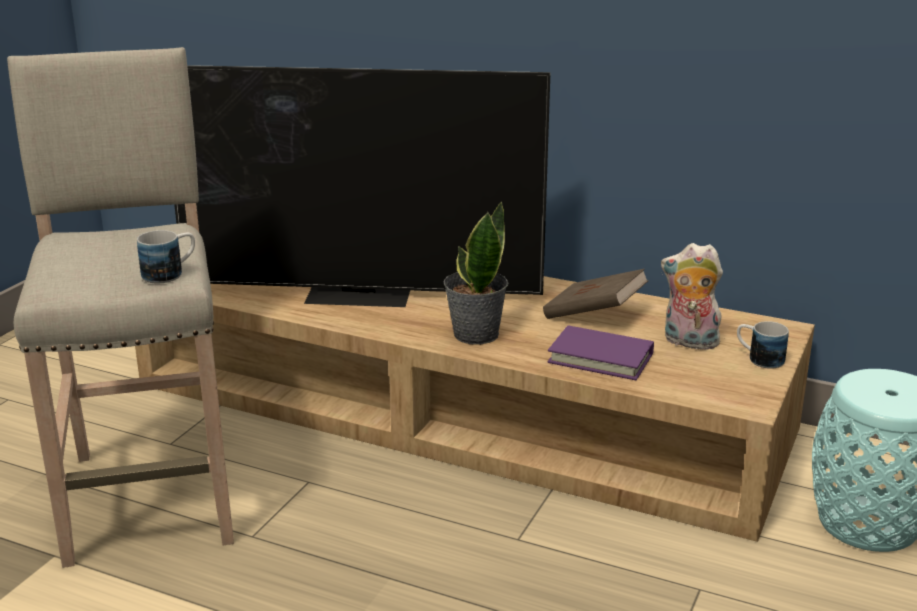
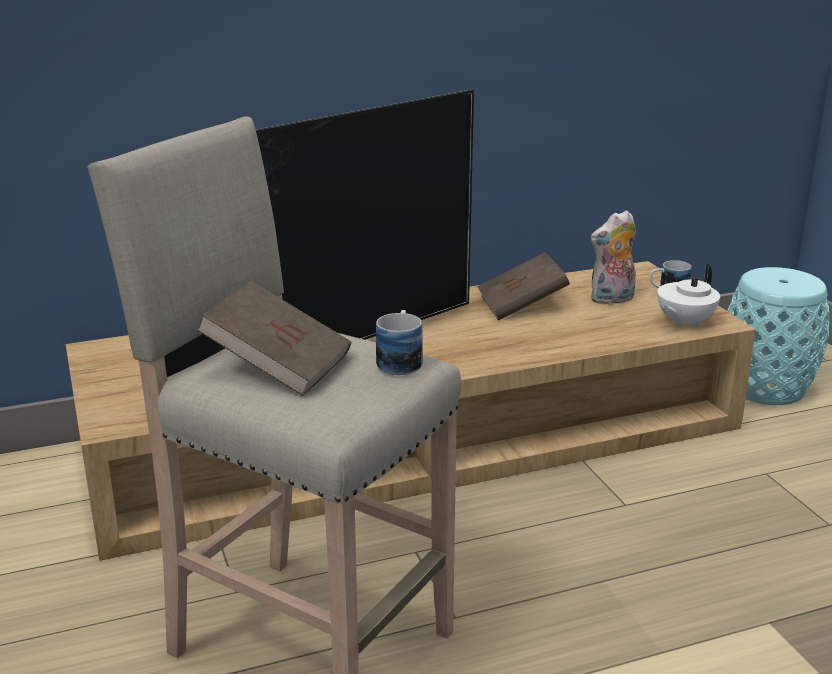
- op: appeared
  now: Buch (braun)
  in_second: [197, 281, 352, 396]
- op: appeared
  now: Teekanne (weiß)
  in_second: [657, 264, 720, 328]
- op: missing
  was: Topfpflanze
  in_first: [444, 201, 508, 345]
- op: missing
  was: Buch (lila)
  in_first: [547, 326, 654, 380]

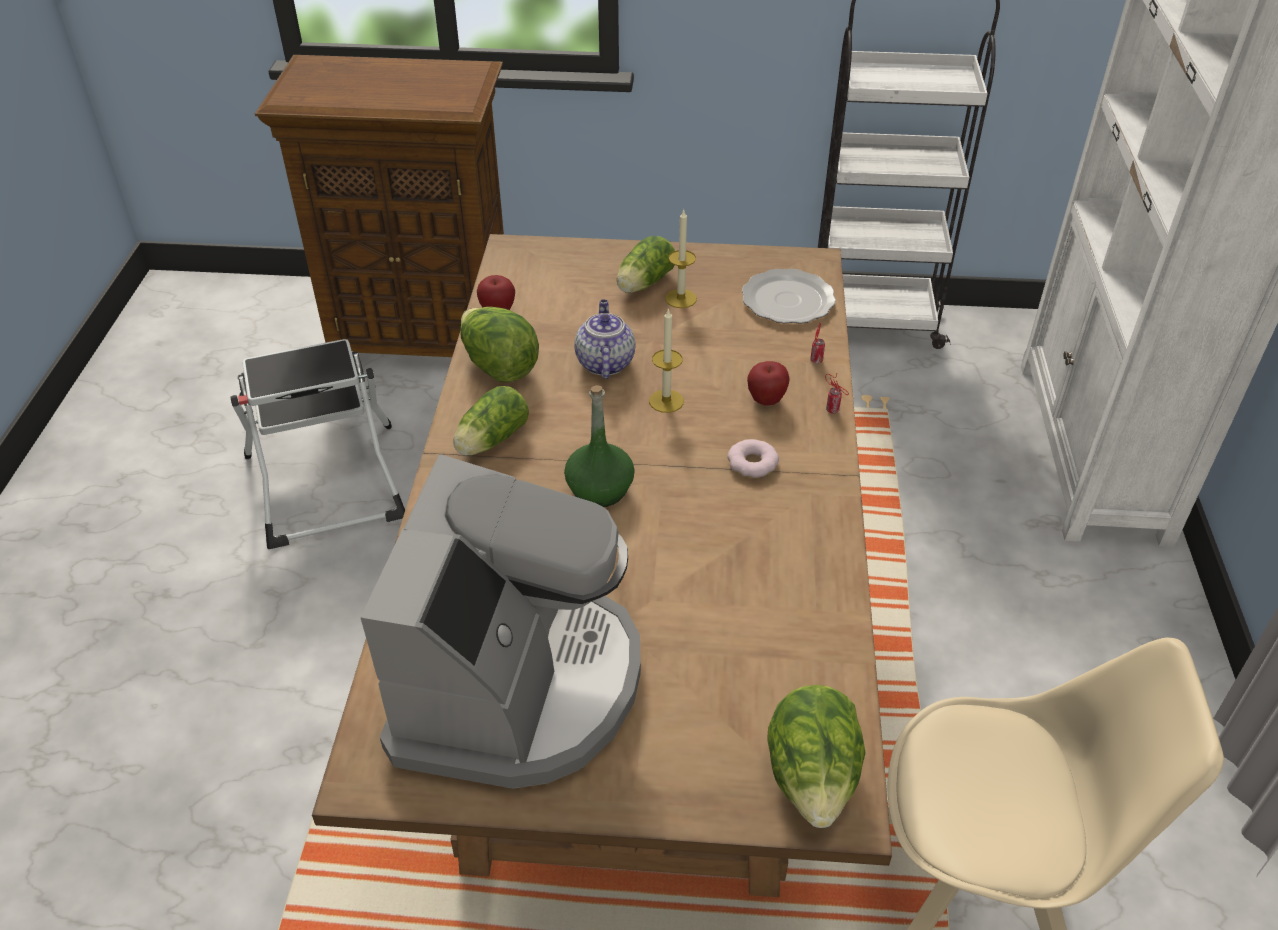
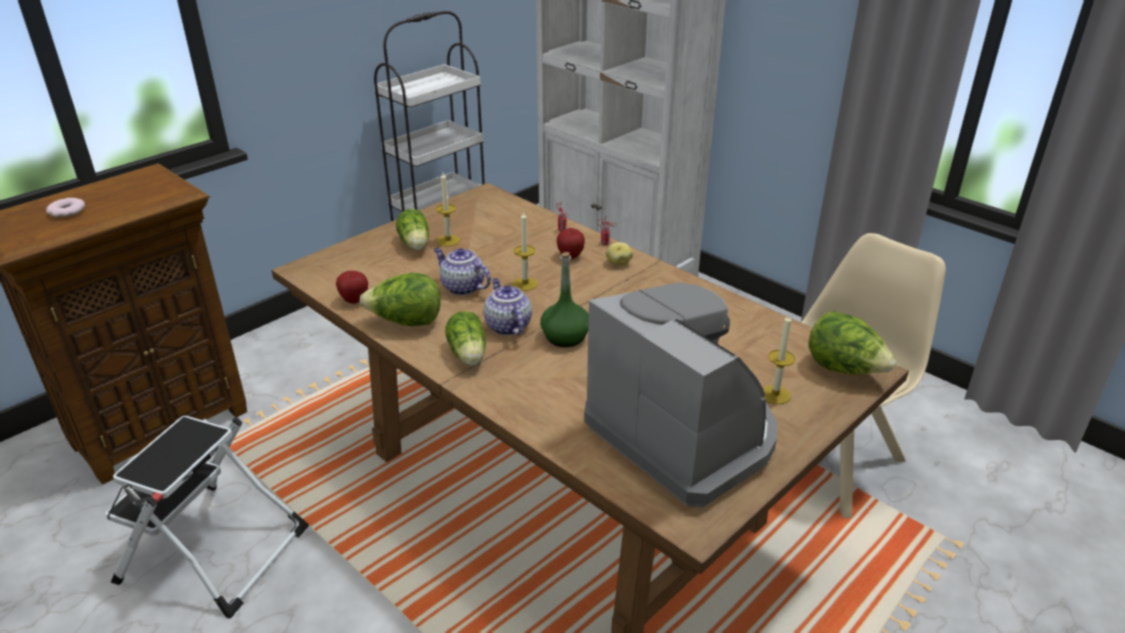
- op: relocated
  was: Donut
  in_first: [727, 439, 779, 478]
  in_second: [46, 198, 85, 218]
- op: appeared
  now: Teekanne
  in_second: [484, 278, 532, 335]
- op: appeared
  now: Kartoffel
  in_second: [606, 242, 633, 266]
- op: appeared
  now: Kerze
  in_second: [763, 314, 795, 404]
- op: missing
  was: Teller
  in_first: [742, 269, 836, 324]

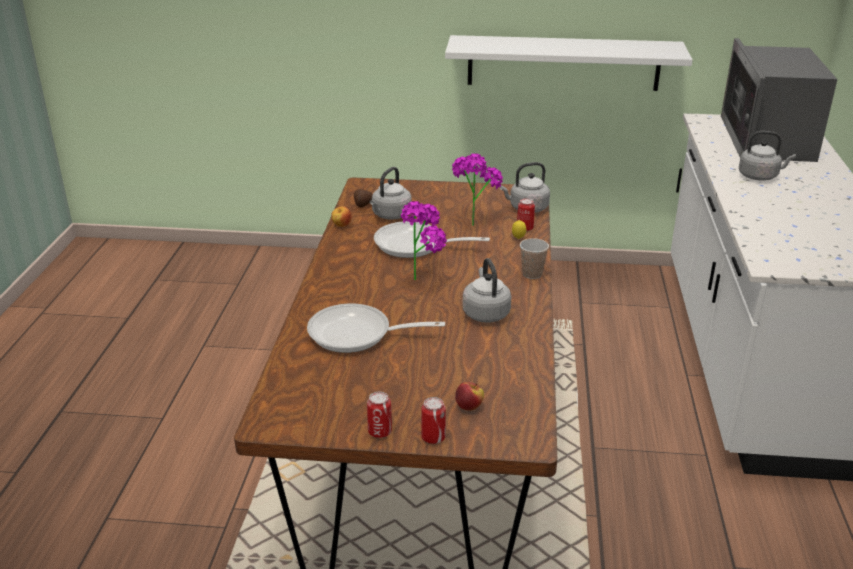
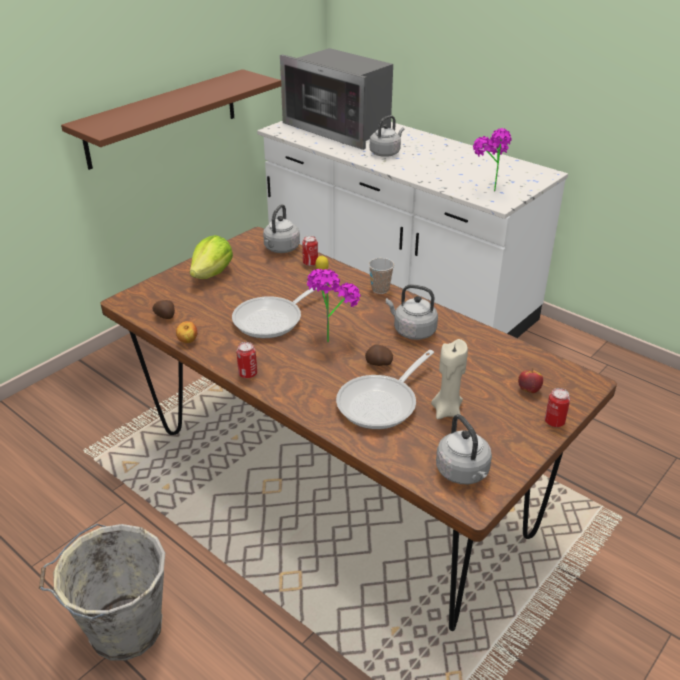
- op: appeared
  now: Eimer (grau)
  in_second: [39, 524, 165, 661]
- op: colour
  was: Wandregal (weiß)
  now: Wandregal (braun)
  in_first: [445, 35, 693, 91]
  in_second: [61, 69, 281, 170]
- op: appeared
  now: Salatkopf
  in_second: [190, 235, 233, 279]
- op: relocated
  was: Dose
  in_first: [367, 392, 392, 438]
  in_second: [237, 342, 257, 378]
- op: appeared
  now: Kartoffel
  in_second: [365, 344, 393, 366]
- op: appeared
  now: Kerze (beige)
  in_second: [431, 339, 468, 419]
- op: relocated
  was: Wasserkessel (grau)
  in_first: [370, 167, 412, 220]
  in_second: [436, 414, 492, 484]
- op: relocated
  was: Topfpflanze
  in_first: [452, 153, 503, 226]
  in_second: [473, 128, 512, 191]

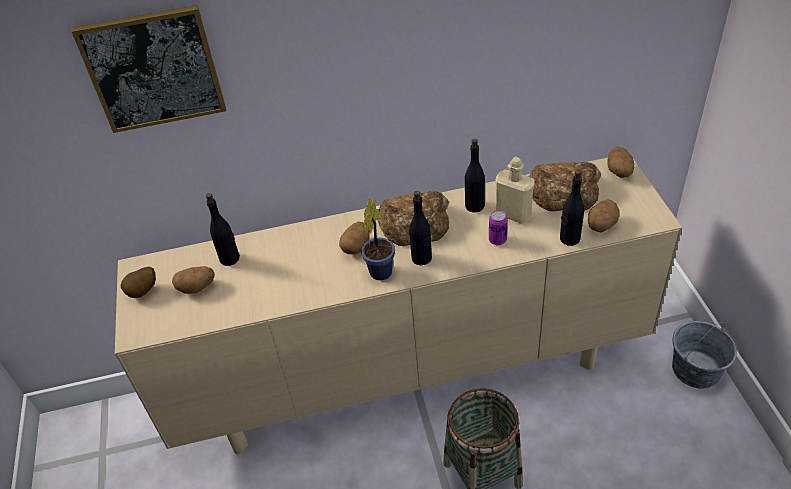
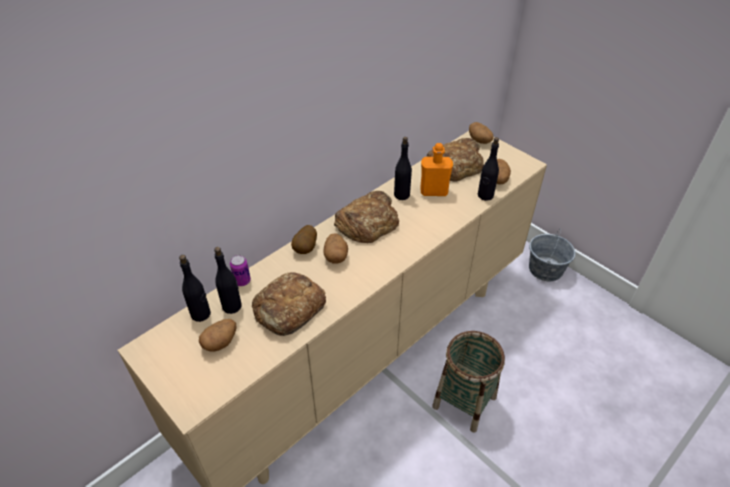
- op: relocated
  was: Flasche (schwarz)
  in_first: [409, 191, 432, 265]
  in_second: [179, 255, 211, 322]
- op: relocated
  was: Dose
  in_first: [489, 210, 508, 245]
  in_second: [230, 255, 251, 286]
- op: appeared
  now: Brot
  in_second: [252, 272, 326, 336]
- op: relocated
  was: Kartoffel
  in_first: [120, 267, 156, 298]
  in_second: [291, 225, 317, 254]
- op: colour
  was: Flasche (beige)
  now: Flasche (orange)
  in_first: [496, 157, 535, 224]
  in_second: [420, 143, 453, 196]
- op: missing
  was: Bild
  in_first: [71, 5, 226, 133]
- op: missing
  was: Topfpflanze
  in_first: [361, 199, 395, 280]

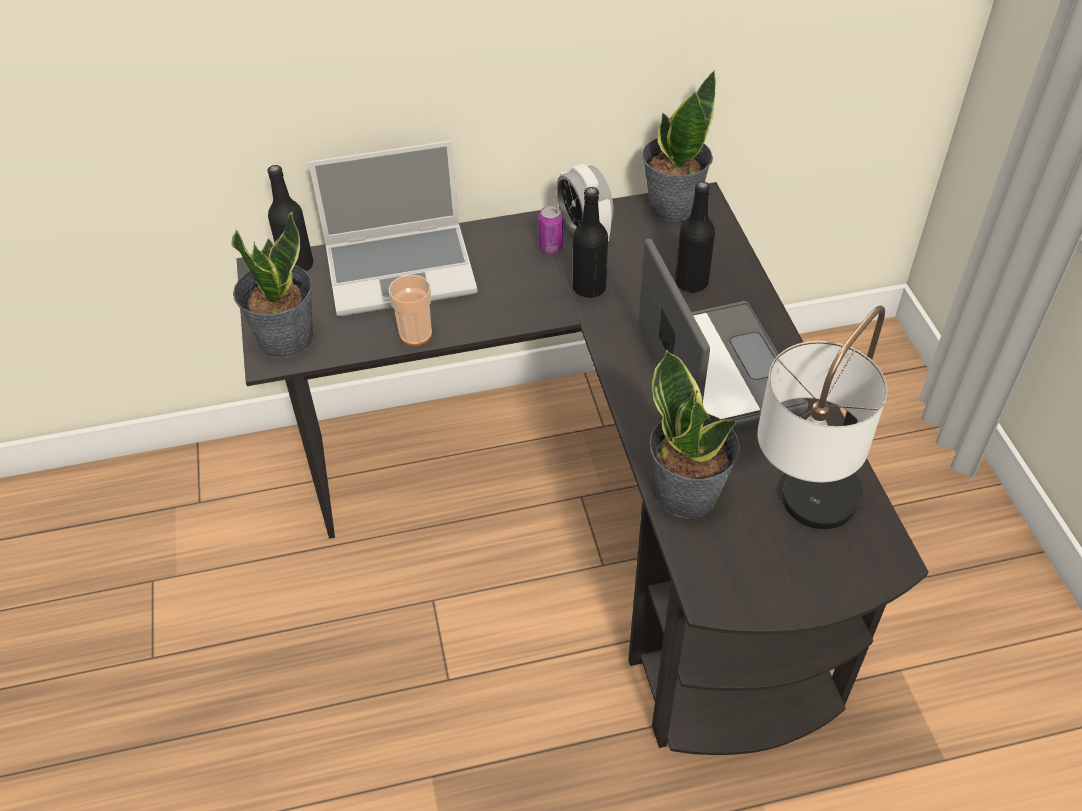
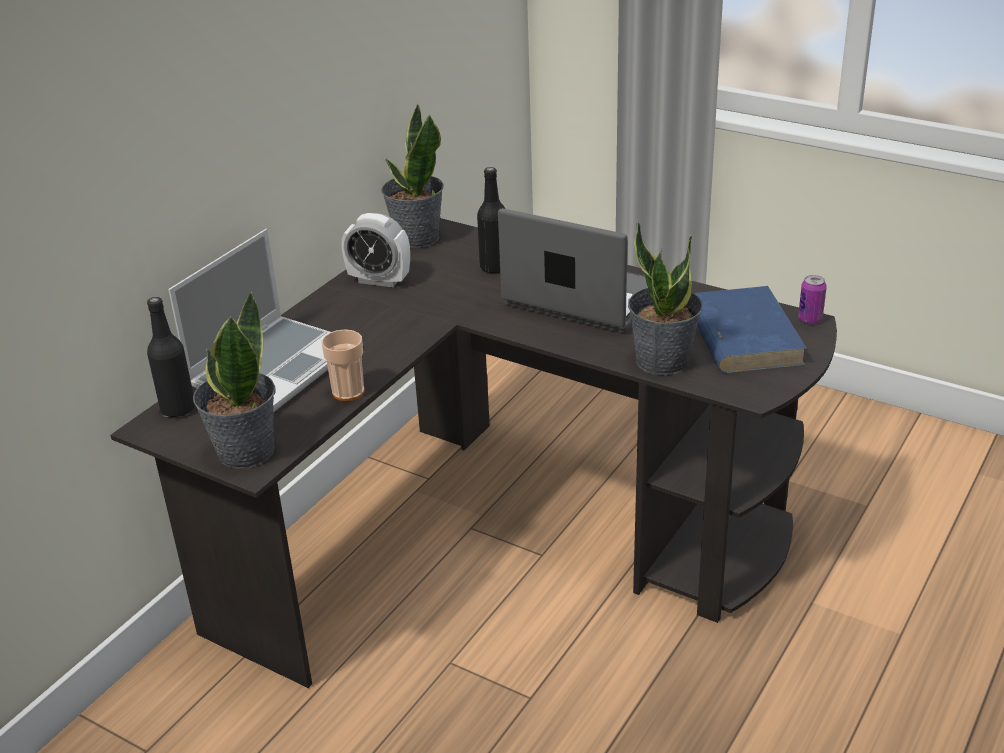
- op: exchanged
  was: Tischlampe
  now: Buch (blau)
  in_first: [757, 306, 887, 529]
  in_second: [694, 286, 807, 373]
- op: relocated
  was: Dose
  in_first: [538, 205, 563, 254]
  in_second: [798, 275, 827, 324]
- op: missing
  was: Flasche (schwarz)
  in_first: [573, 187, 608, 298]

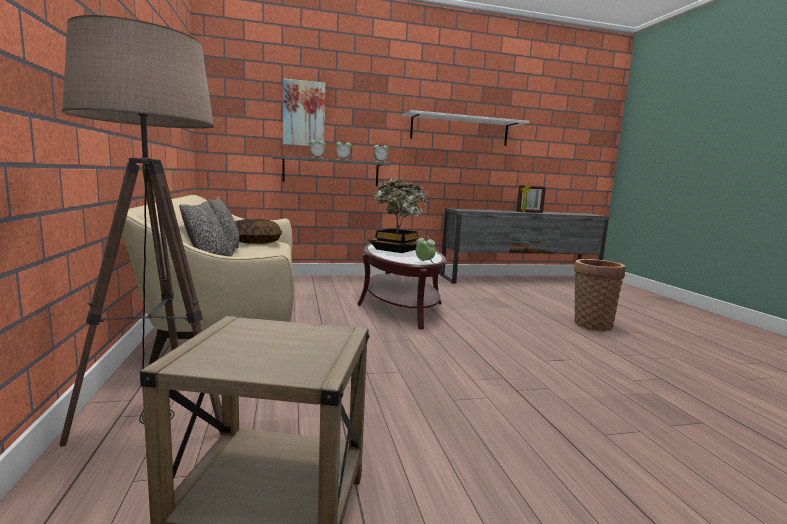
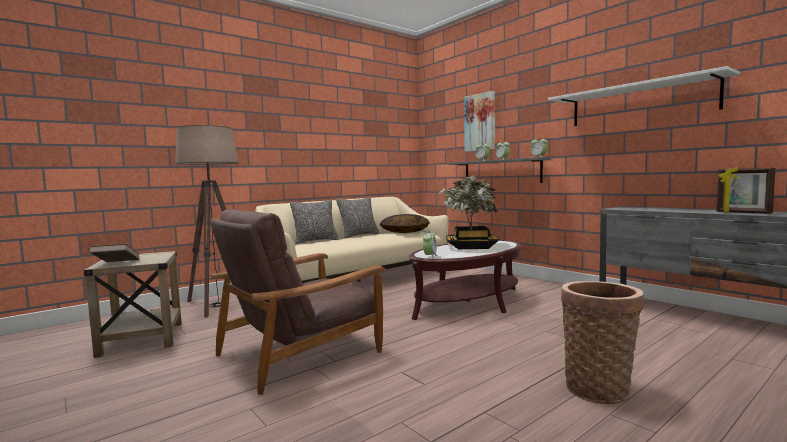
- op: appeared
  now: Buch (braun)
  in_second: [89, 244, 140, 262]
- op: appeared
  now: Sessel (braun)
  in_second: [210, 209, 386, 395]

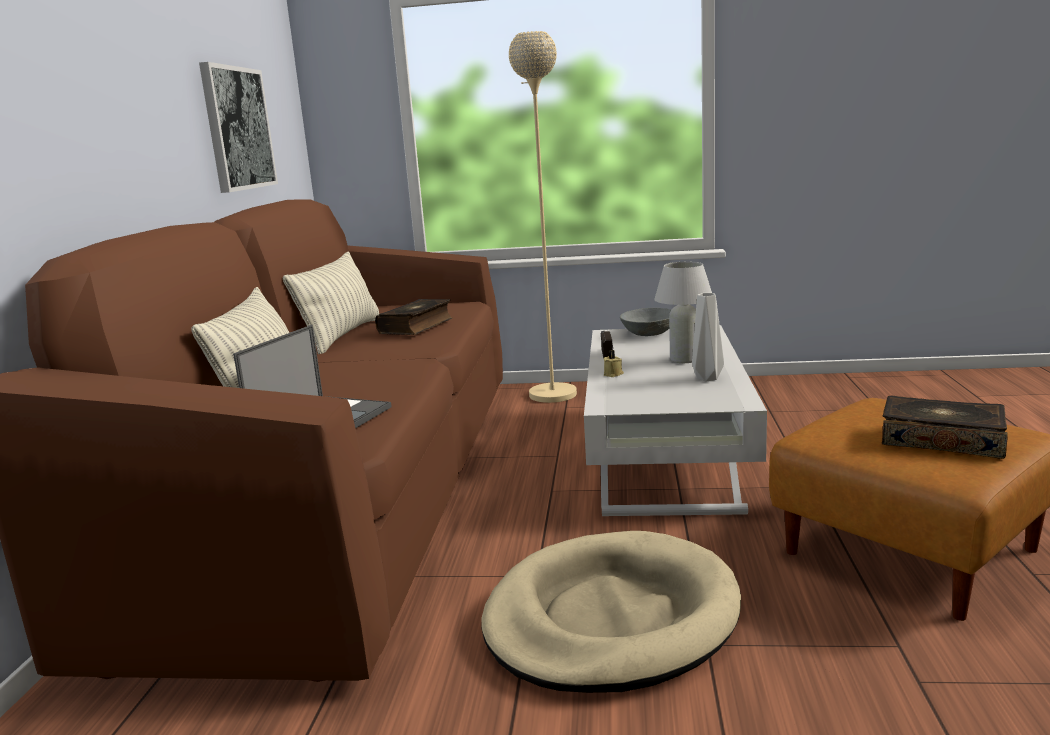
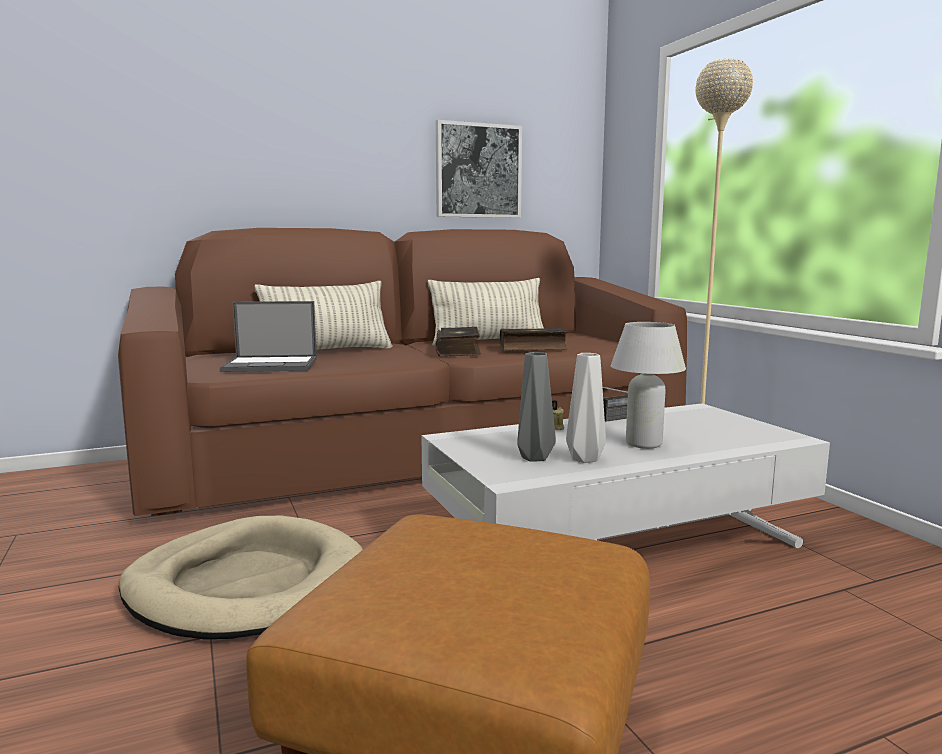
- op: relocated
  was: Buch
  in_first: [882, 396, 1008, 459]
  in_second: [435, 327, 481, 356]
- op: appeared
  now: Vase (grau)
  in_second: [517, 352, 556, 462]
- op: missing
  was: Schüssel (grau)
  in_first: [620, 308, 671, 336]

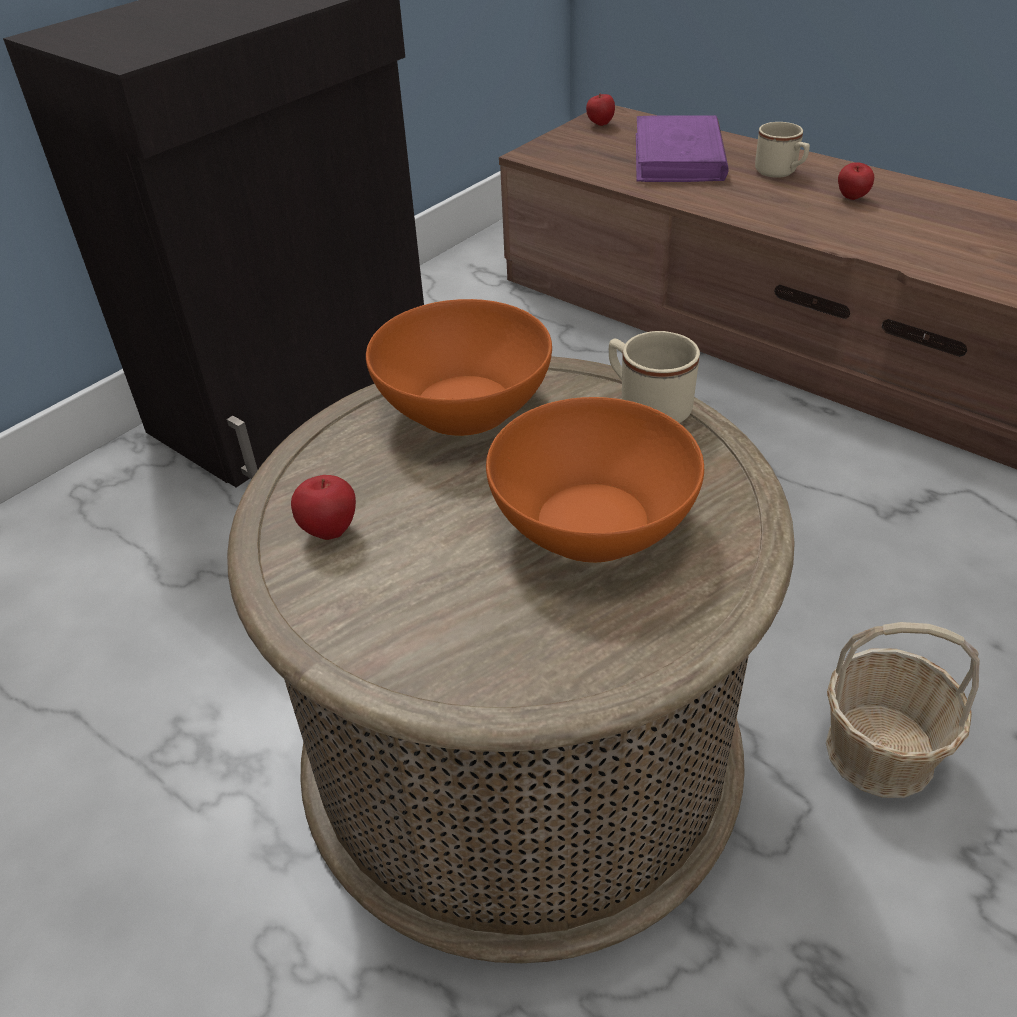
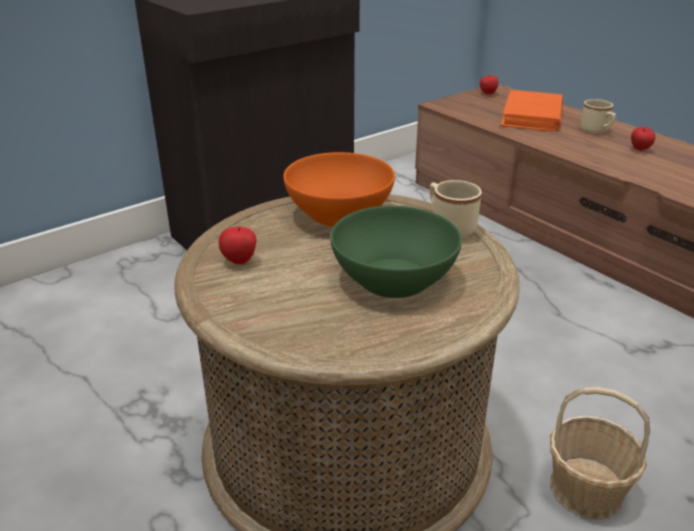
- op: colour
  was: Schüssel (orange)
  now: Schüssel (grün)
  in_first: [486, 397, 704, 563]
  in_second: [330, 206, 462, 298]
- op: colour
  was: Buch (lila)
  now: Buch (orange)
  in_first: [636, 115, 728, 182]
  in_second: [500, 90, 564, 131]

